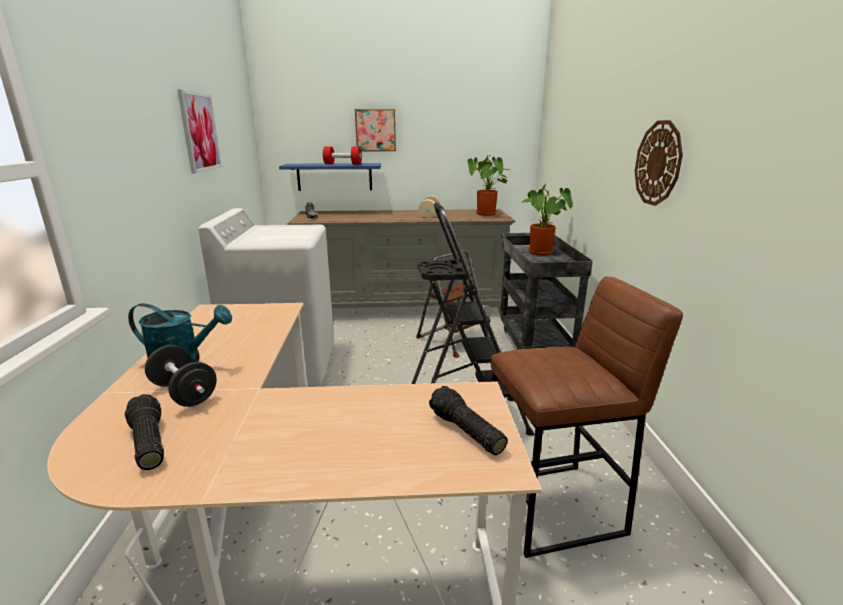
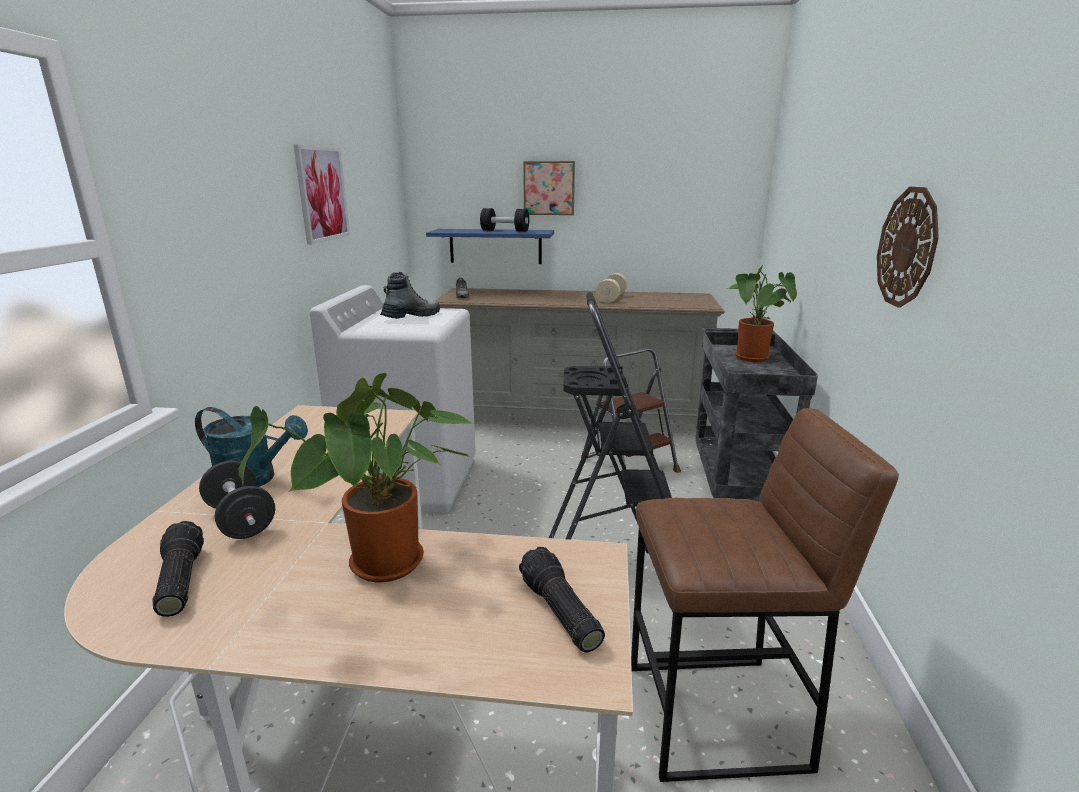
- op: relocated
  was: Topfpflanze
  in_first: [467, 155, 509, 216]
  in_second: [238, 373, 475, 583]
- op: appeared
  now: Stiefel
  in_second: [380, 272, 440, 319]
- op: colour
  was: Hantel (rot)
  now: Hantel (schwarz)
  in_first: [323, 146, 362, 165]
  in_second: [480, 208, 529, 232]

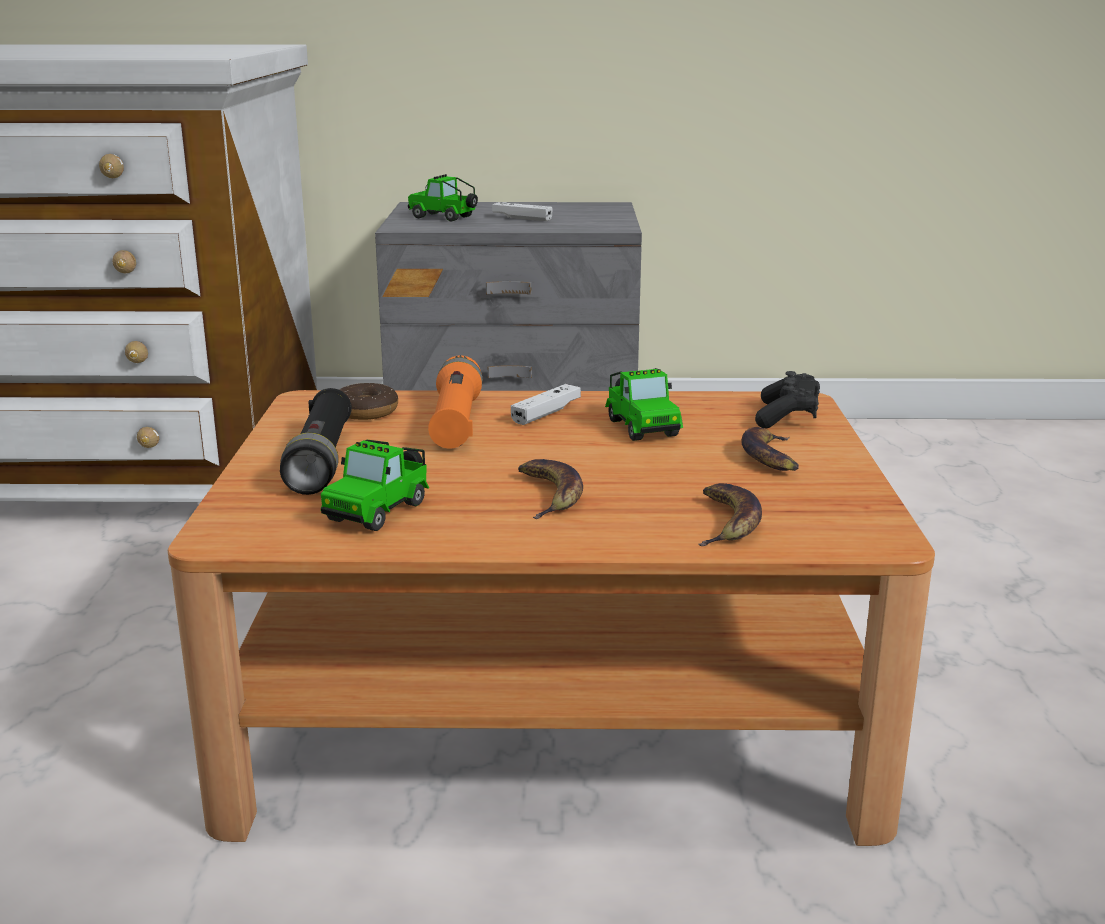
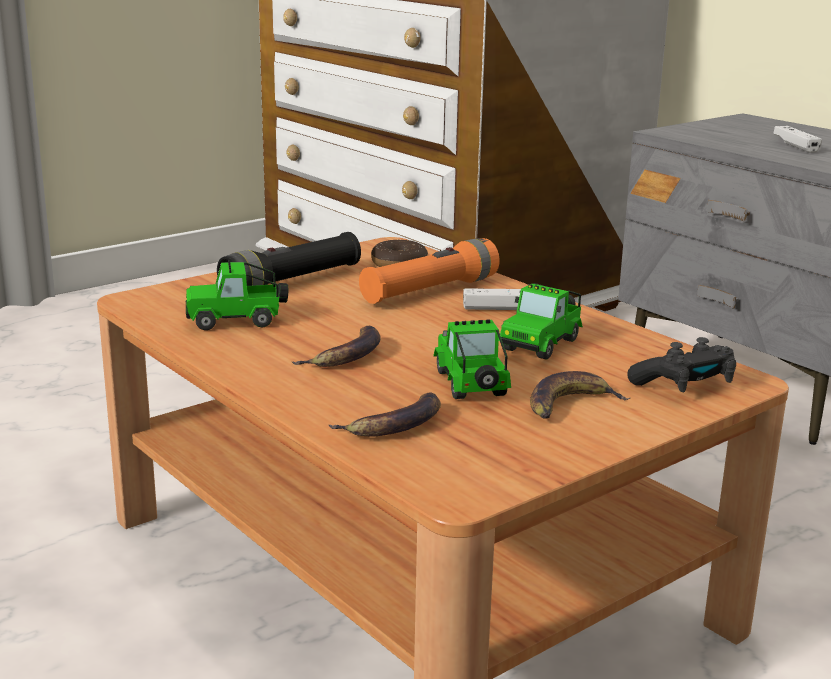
- op: relocated
  was: Spielzeugauto
  in_first: [408, 174, 478, 222]
  in_second: [433, 319, 511, 399]

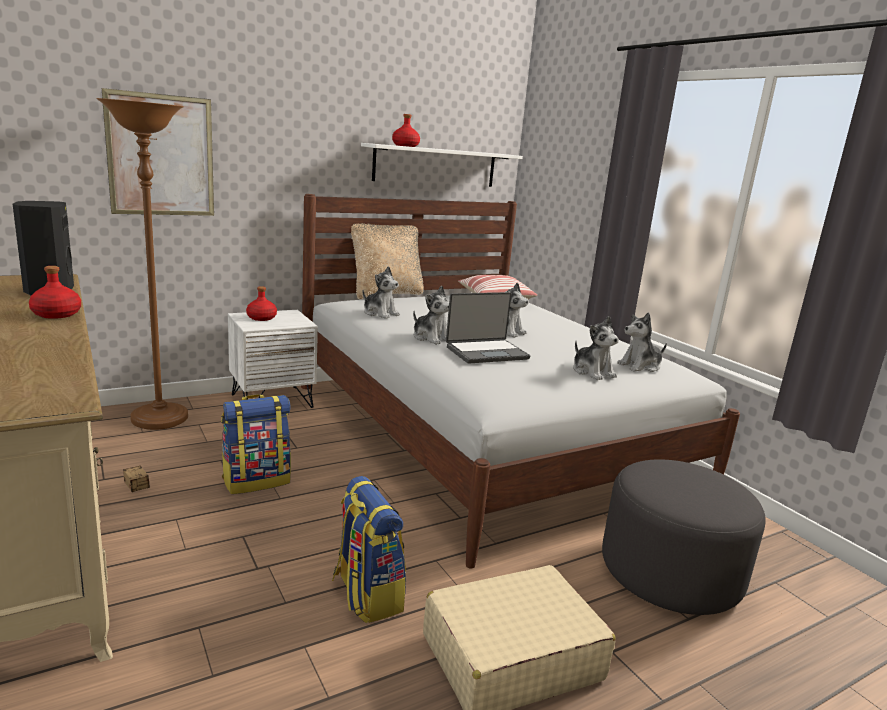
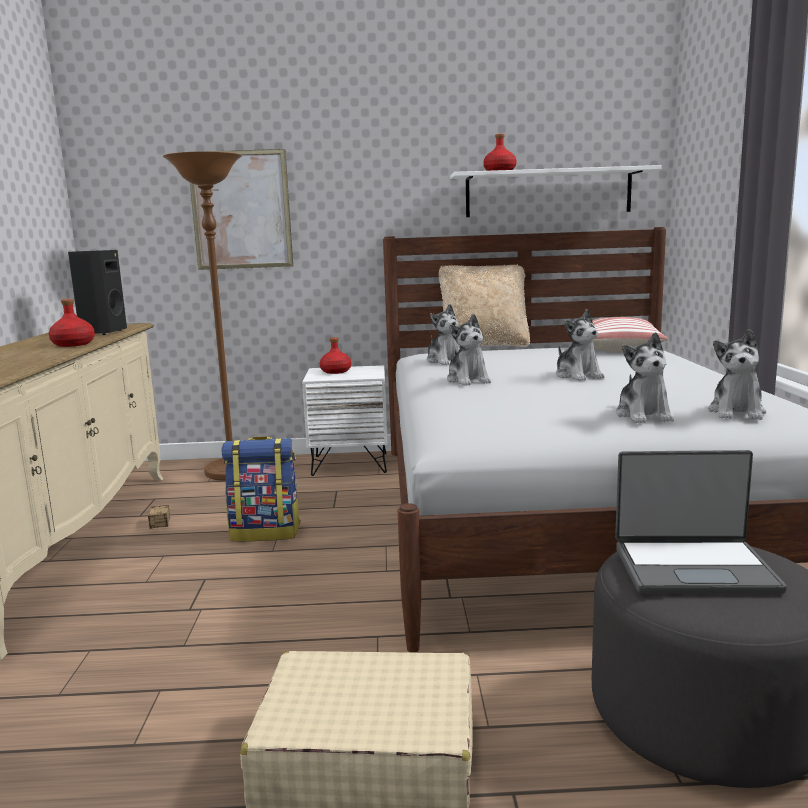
- op: relocated
  was: Laptop
  in_first: [446, 292, 530, 364]
  in_second: [615, 450, 787, 594]
- op: spun
  was: Plüschtier
  in_first: [617, 312, 667, 372]
  in_second: [708, 329, 766, 420]
  clockwise: -75
- op: missing
  was: Rucksack
  in_first: [332, 476, 406, 623]

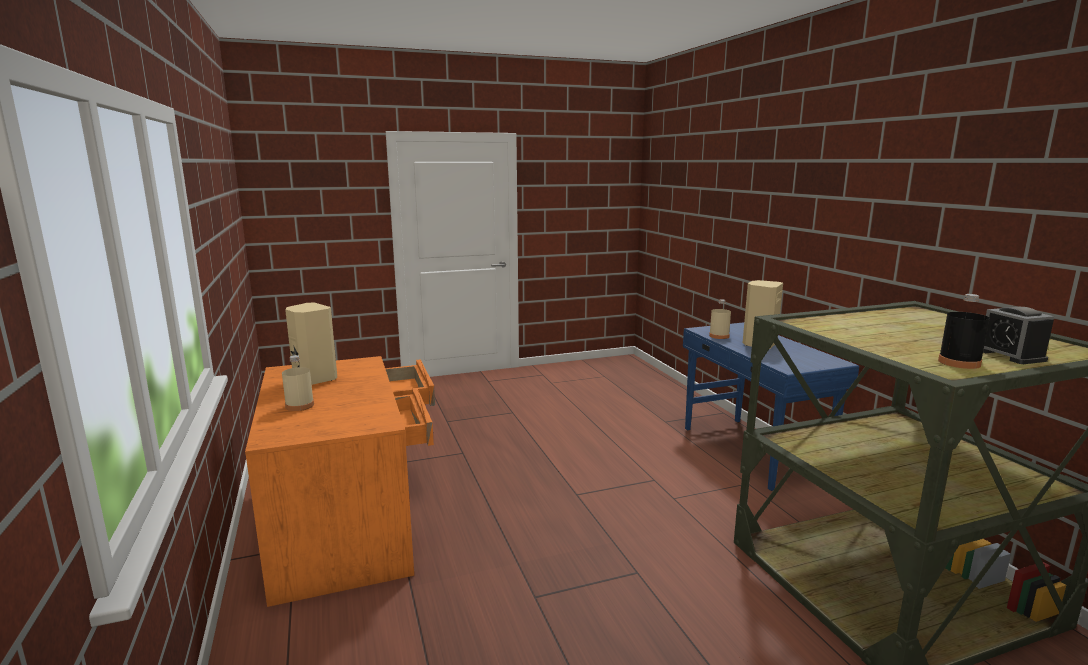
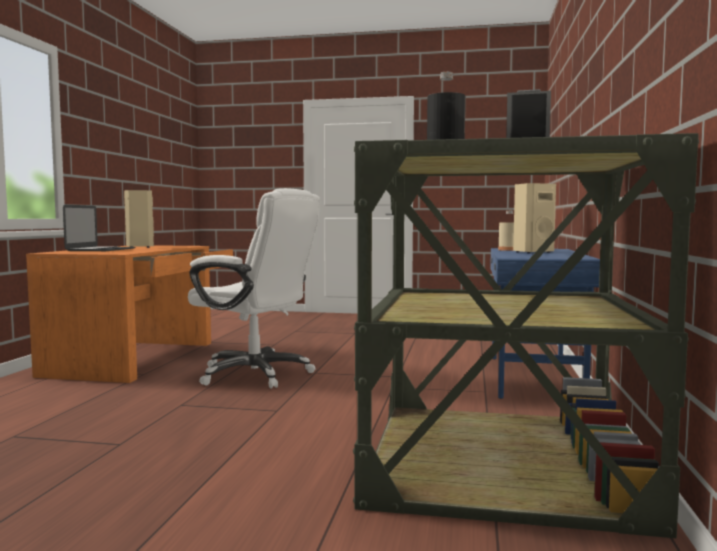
- op: exchanged
  was: Flasche (beige)
  now: Laptop
  in_first: [282, 355, 314, 411]
  in_second: [63, 205, 135, 251]
- op: appeared
  now: Bürostuhl (weiß)
  in_second: [188, 188, 320, 388]

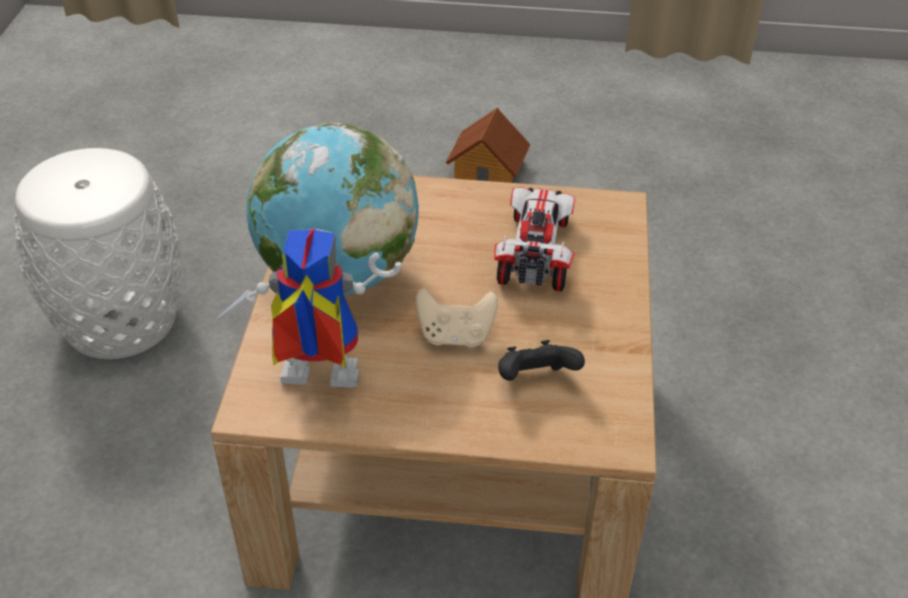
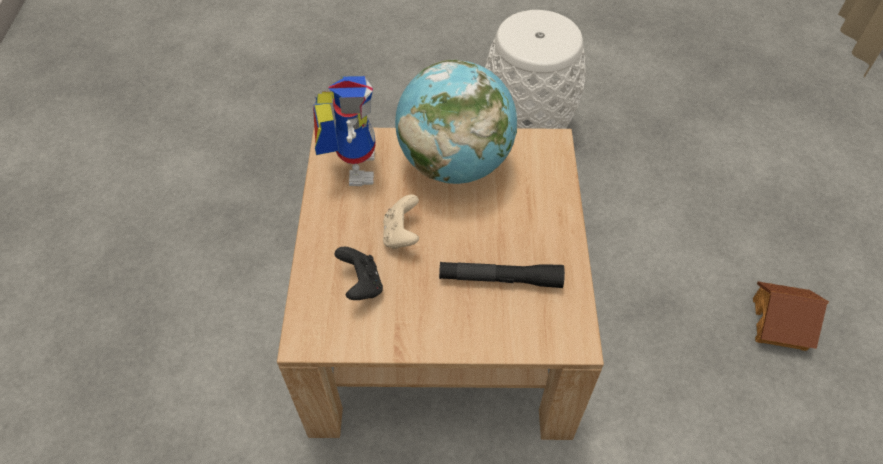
- op: exchanged
  was: Spielzeugauto
  now: Taschenlampe (schwarz)
  in_first: [494, 187, 575, 291]
  in_second: [439, 262, 565, 288]

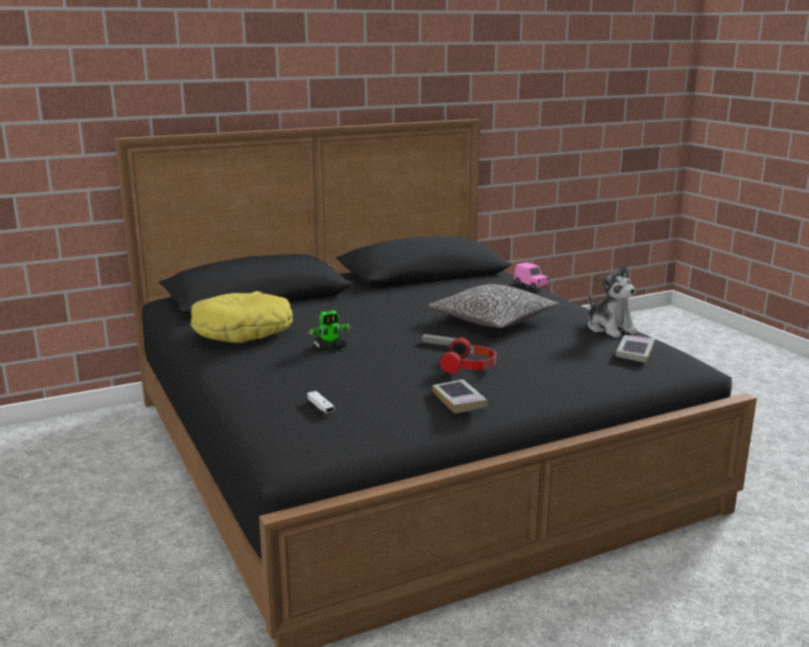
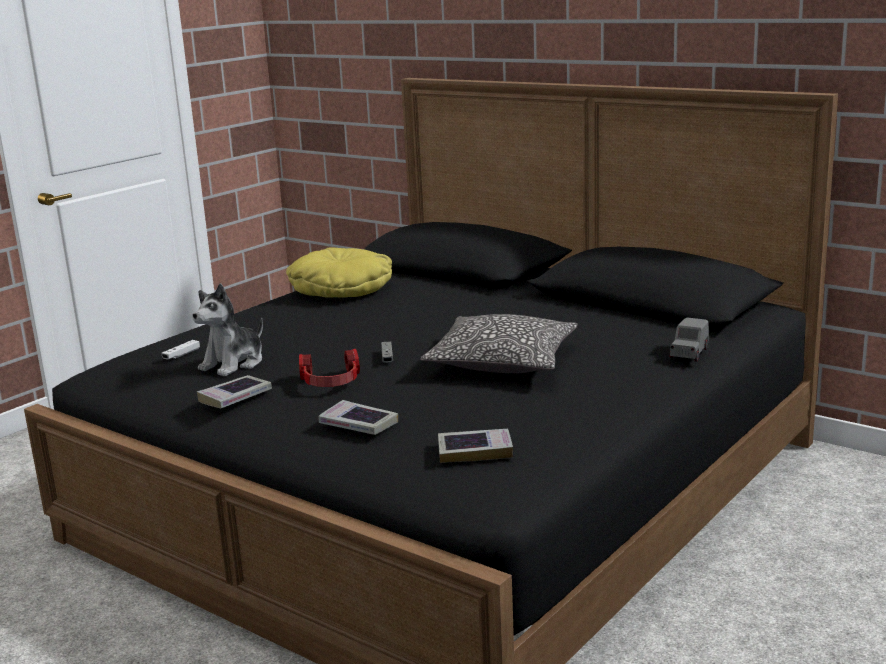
- op: relocated
  was: Plüschtier
  in_first: [588, 264, 638, 338]
  in_second: [192, 283, 263, 377]
- op: appeared
  now: Buch
  in_second: [318, 400, 398, 435]
- op: colour
  was: Spielzeugauto (rosa)
  now: Spielzeugauto (grau)
  in_first: [514, 262, 549, 290]
  in_second: [670, 318, 709, 362]
- op: missing
  was: Spielzeugroboter
  in_first: [308, 310, 352, 350]

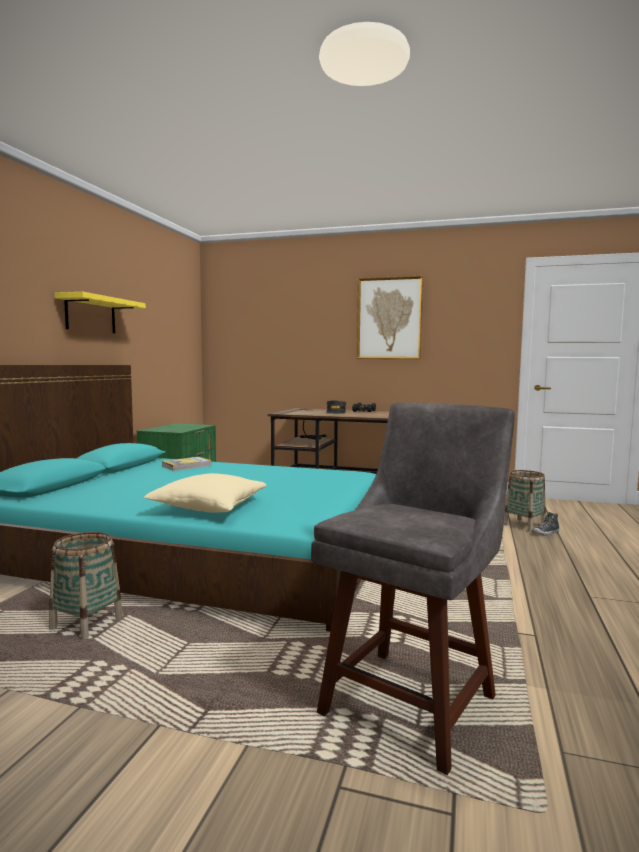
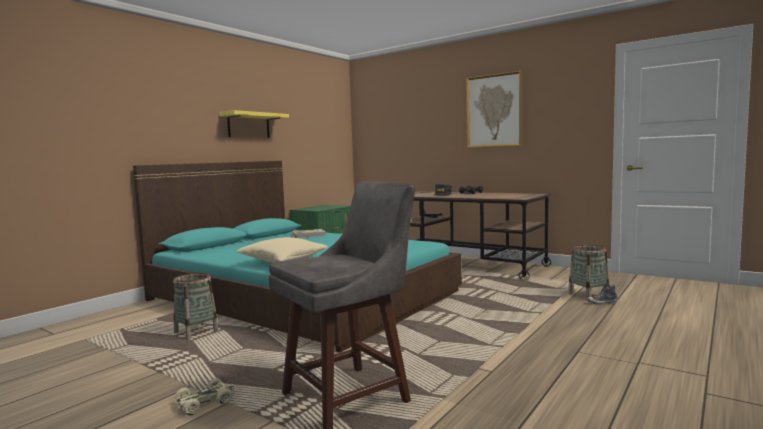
- op: appeared
  now: Spielzeugauto (beige)
  in_second: [175, 378, 236, 416]

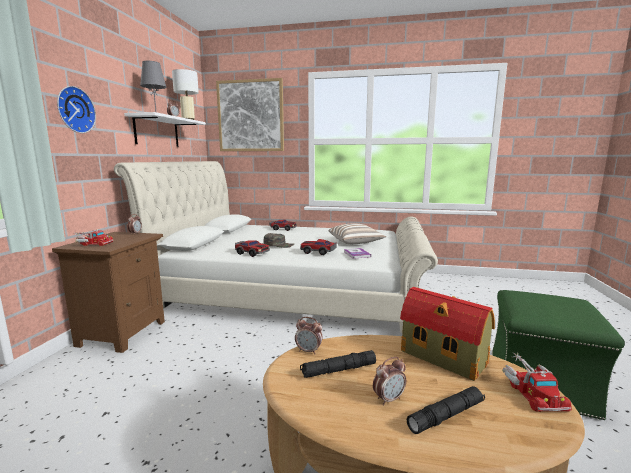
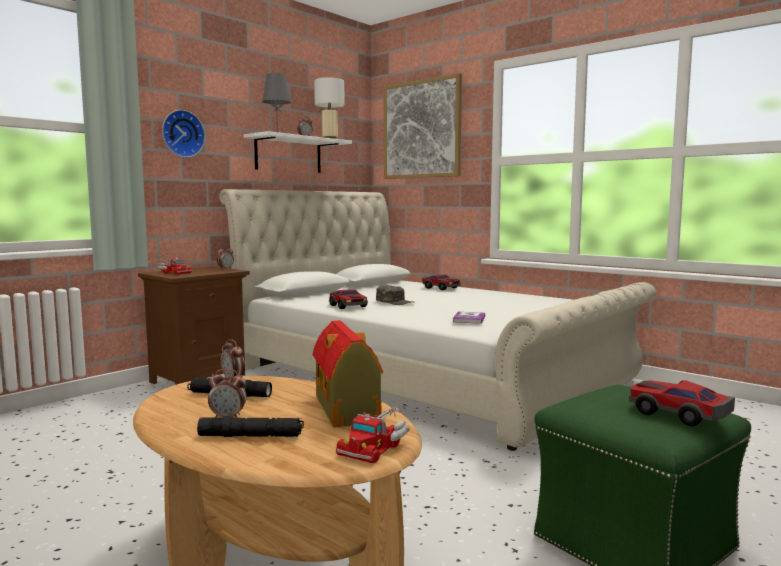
- op: relocated
  was: Spielzeugauto
  in_first: [300, 239, 337, 255]
  in_second: [629, 380, 735, 426]
- op: missing
  was: Kissen
  in_first: [328, 224, 386, 244]

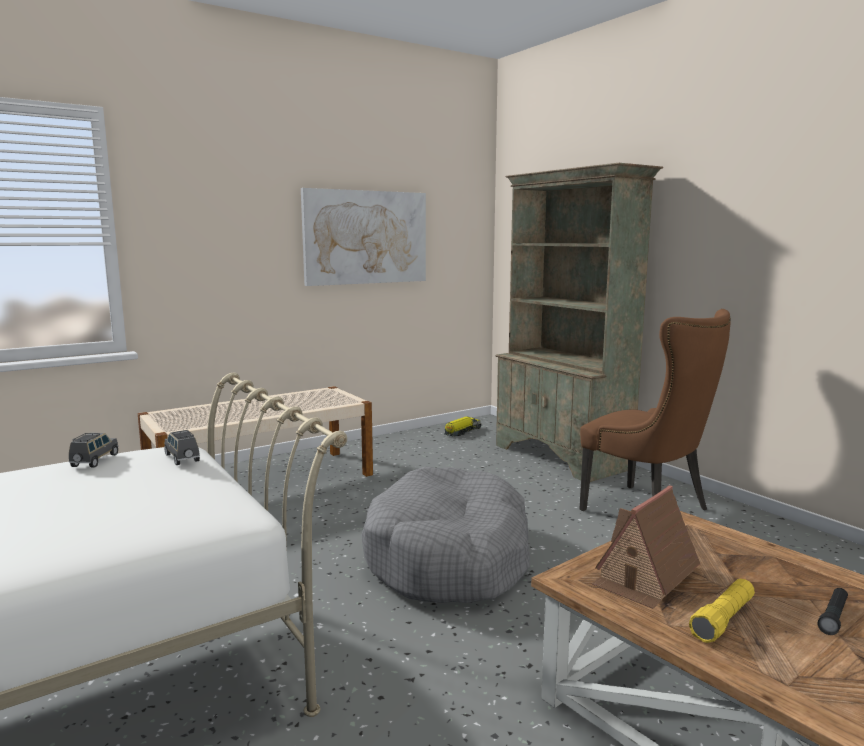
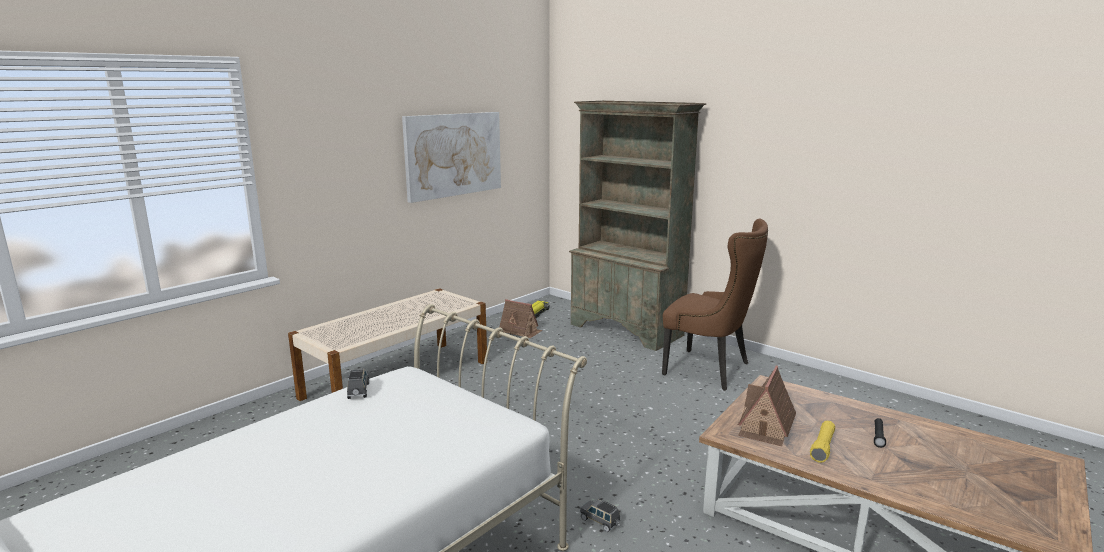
- op: appeared
  now: Spielzeughaus
  in_second: [499, 299, 542, 338]
- op: relocated
  was: Spielzeugauto (grau)
  in_first: [164, 430, 200, 465]
  in_second: [580, 499, 620, 532]
- op: missing
  was: Hundebett (grau)
  in_first: [361, 466, 530, 603]

